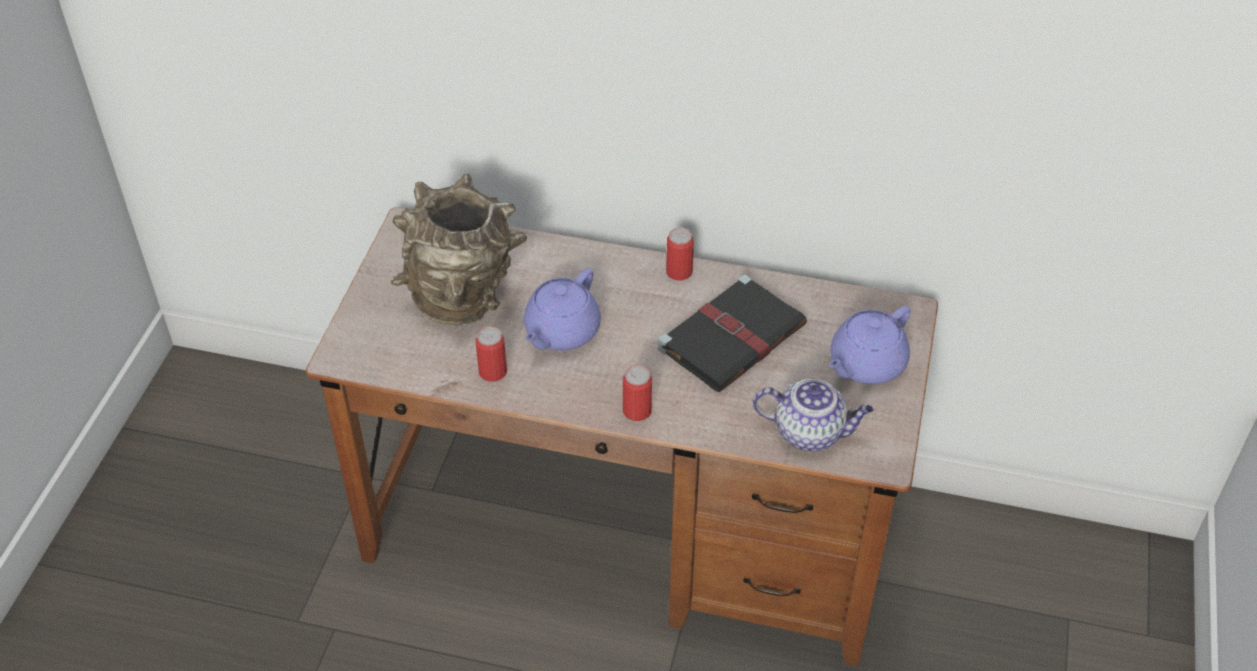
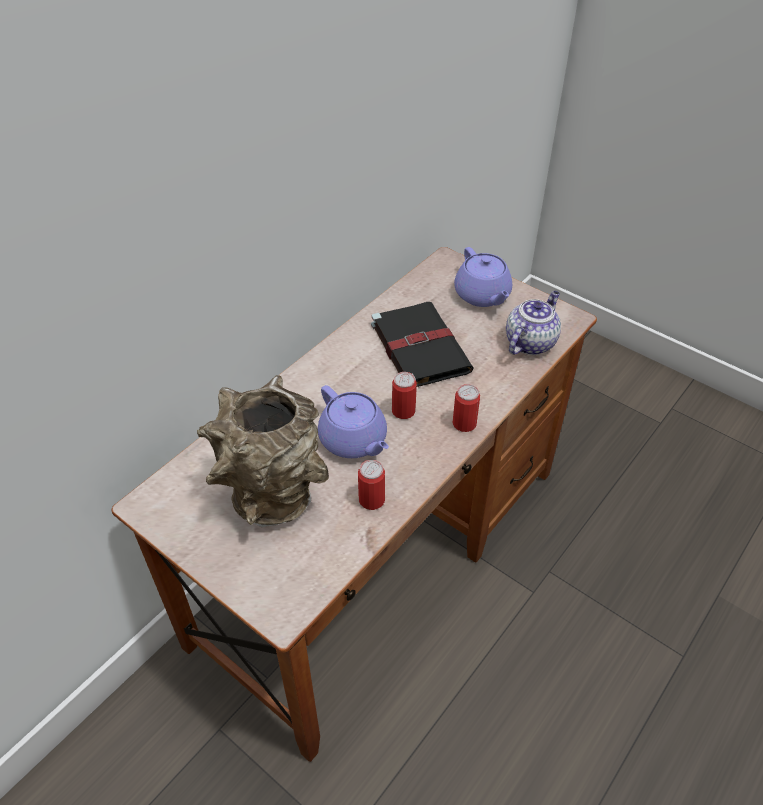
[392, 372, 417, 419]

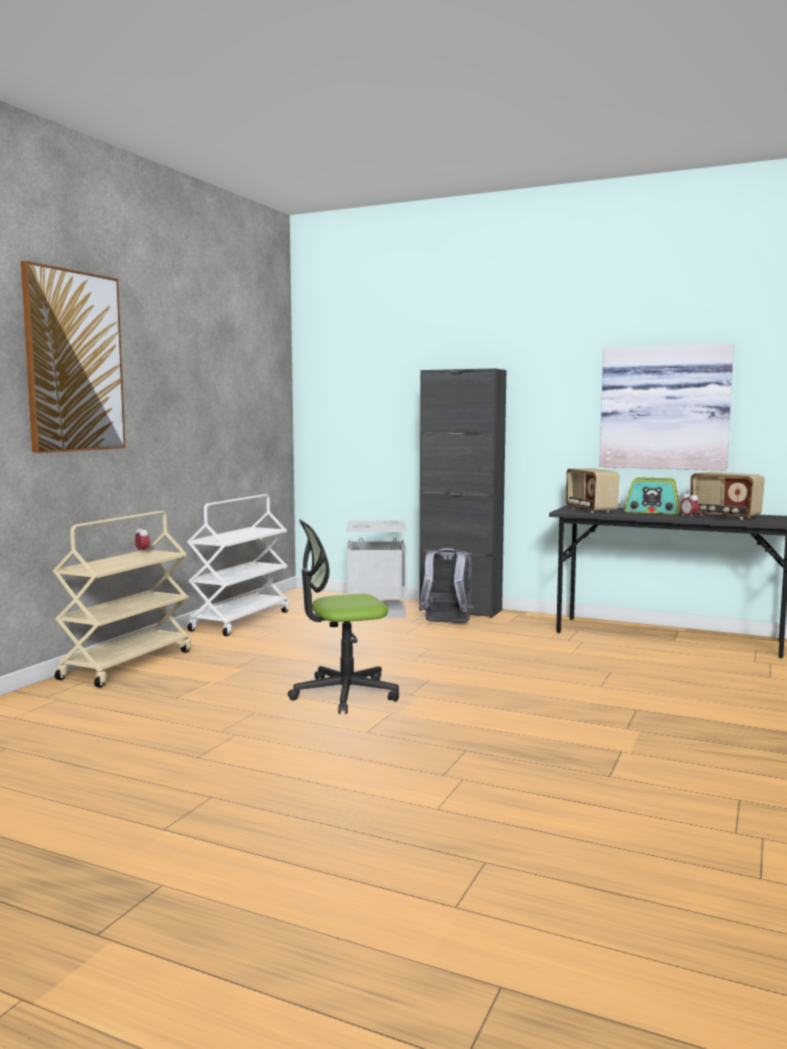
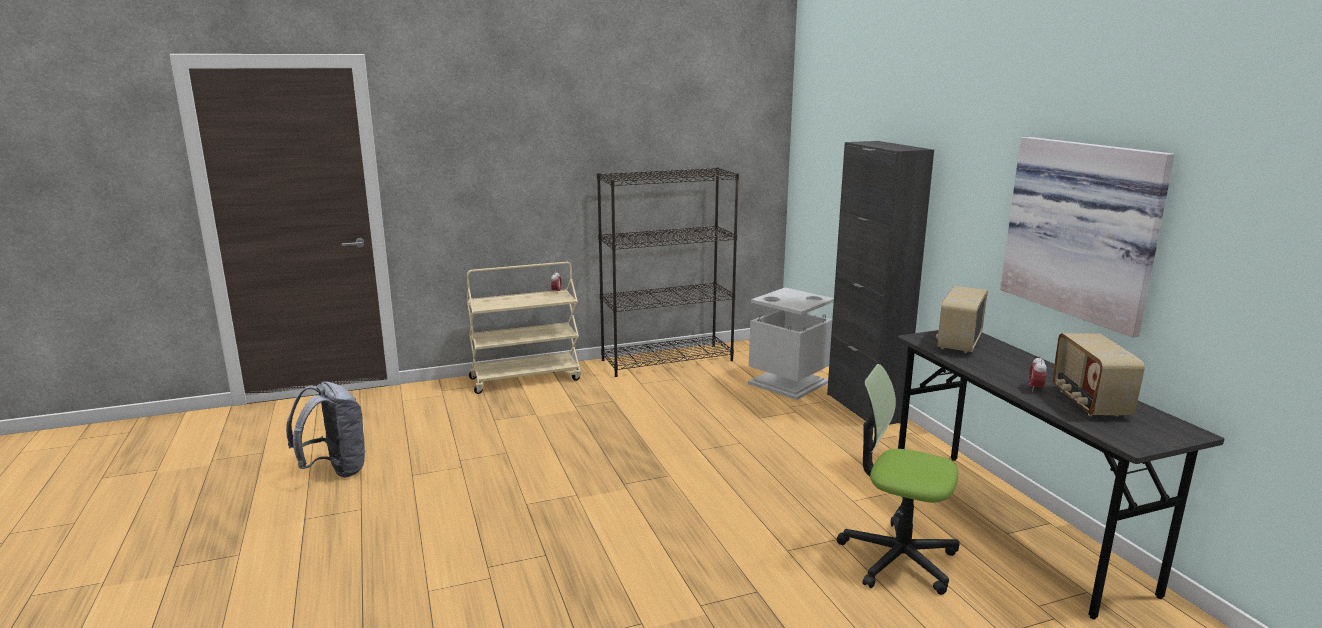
[21, 261, 126, 453] (first image)
[624, 477, 680, 514] (first image)
[597, 167, 739, 377]
[837, 364, 960, 595]
[286, 381, 366, 478]

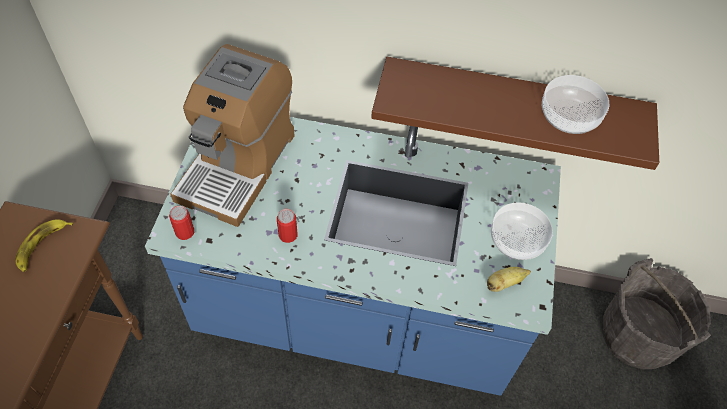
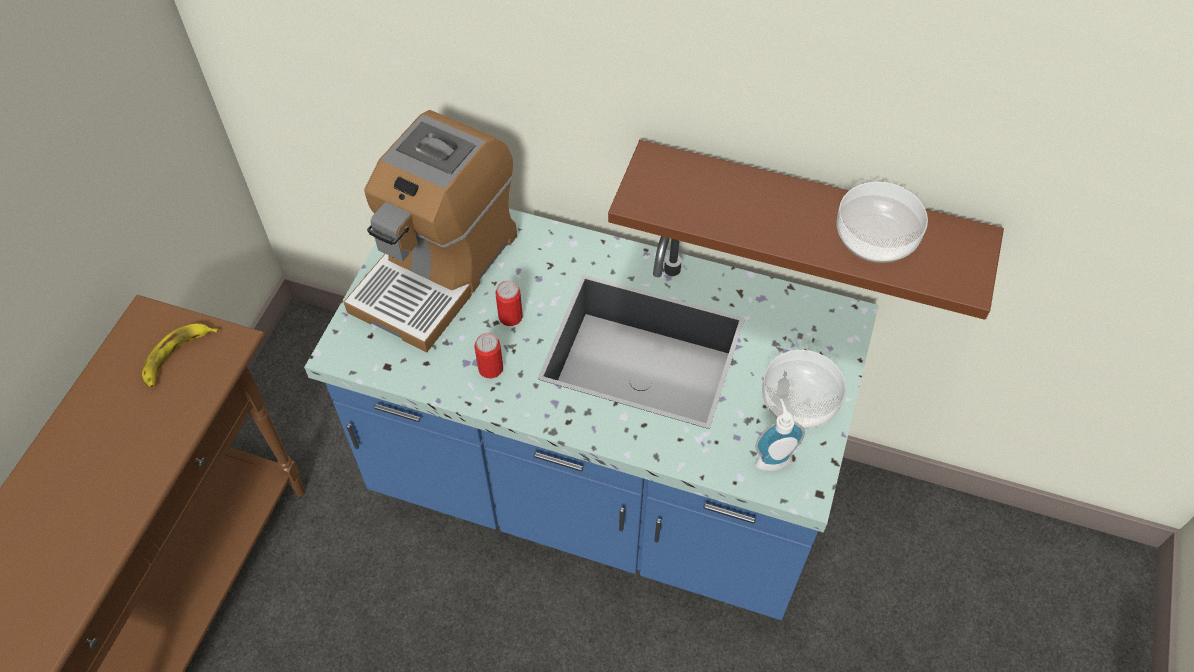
[495, 281, 523, 326]
[603, 258, 711, 369] (first image)
[755, 399, 805, 471]

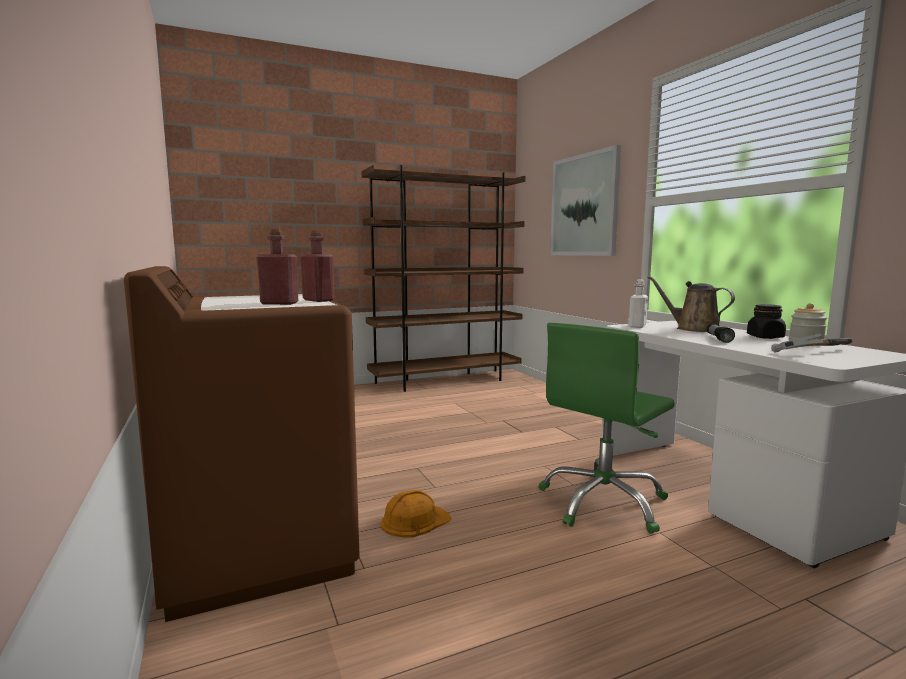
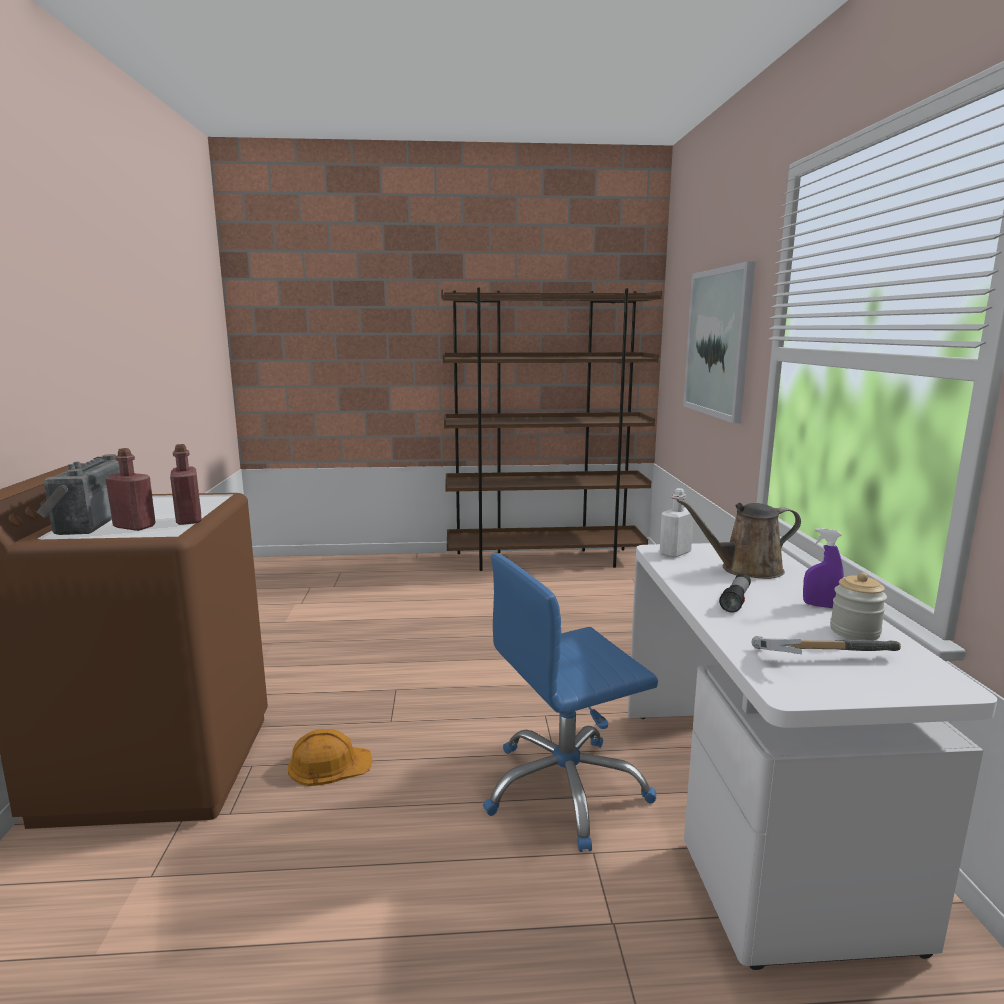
[677, 499, 801, 579]
[803, 528, 844, 608]
[483, 553, 658, 852]
[36, 454, 120, 535]

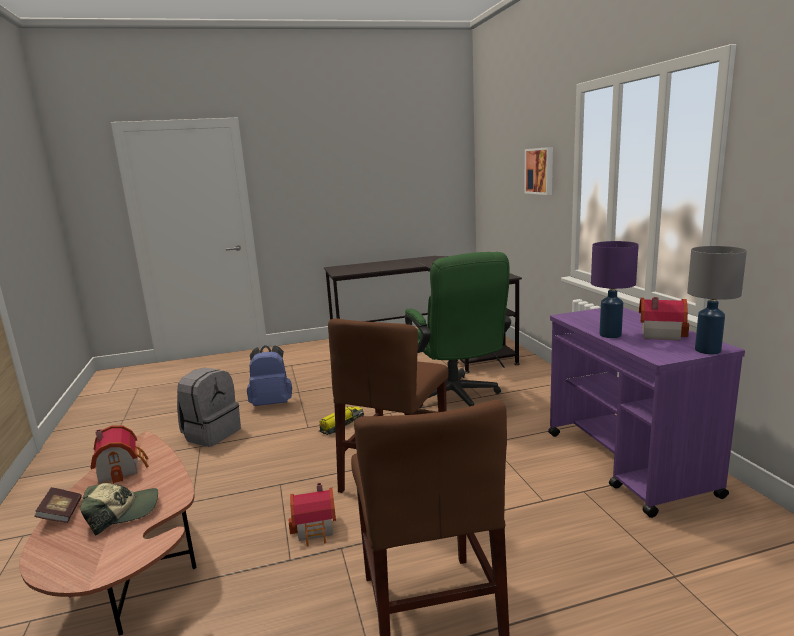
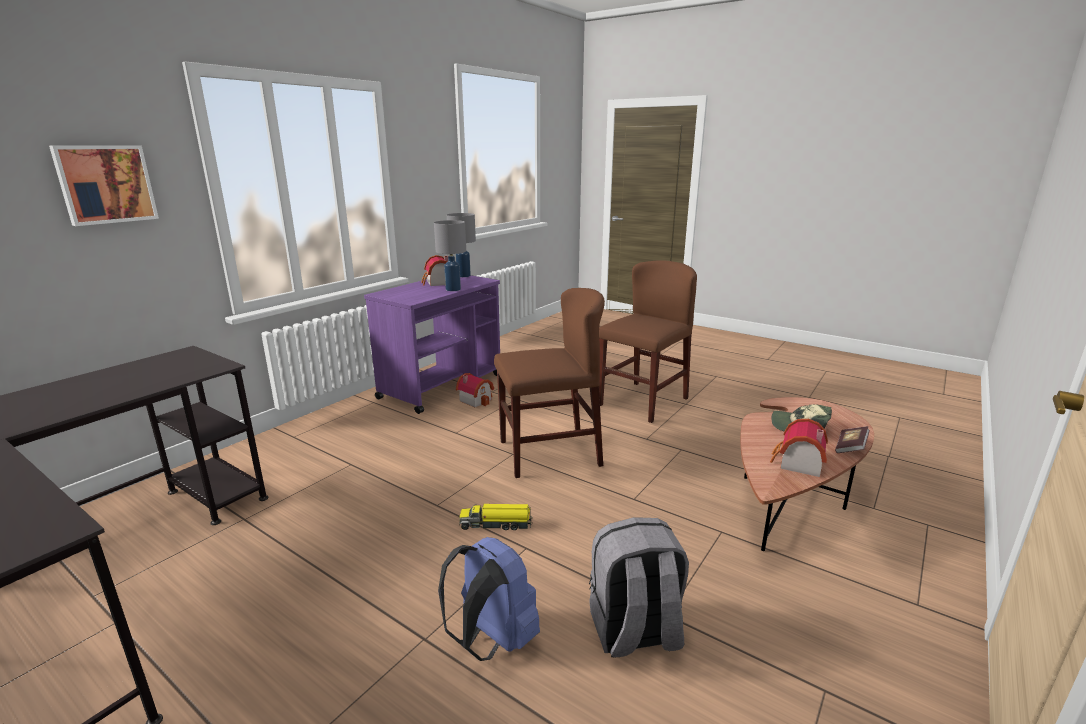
[434, 220, 466, 291]
[405, 252, 511, 408] (first image)
[456, 373, 494, 407]

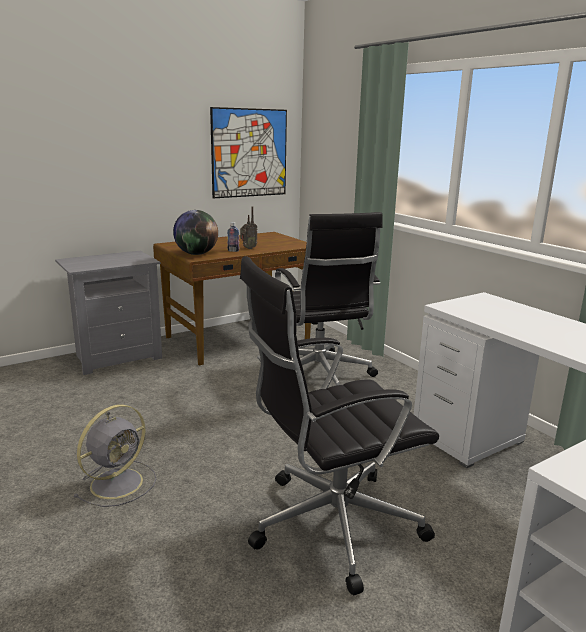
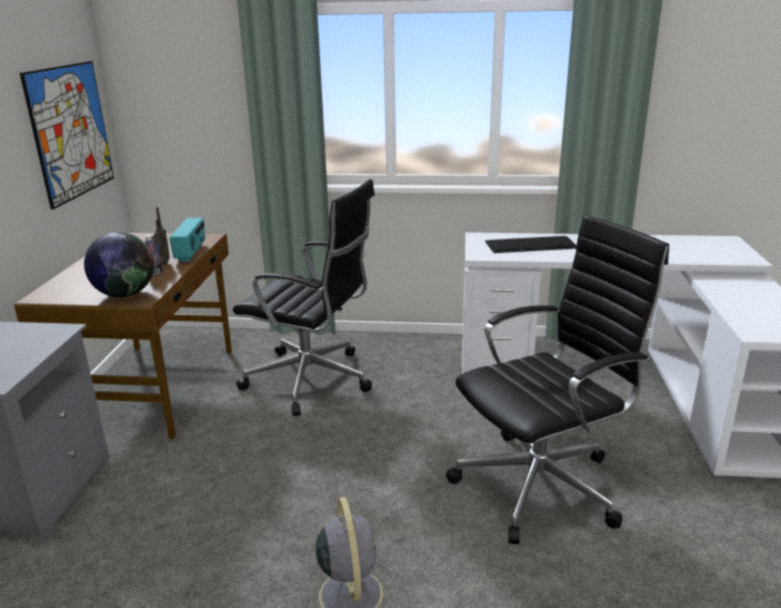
[446, 215, 669, 544]
[169, 218, 205, 262]
[485, 236, 577, 253]

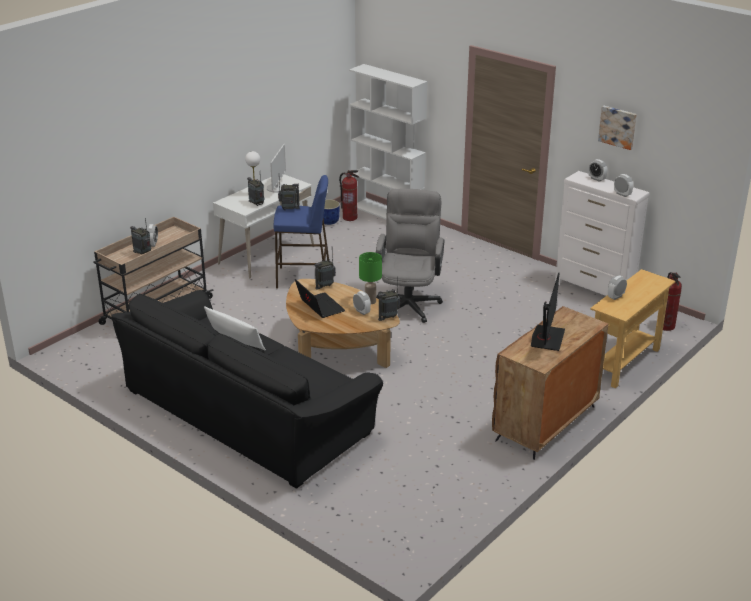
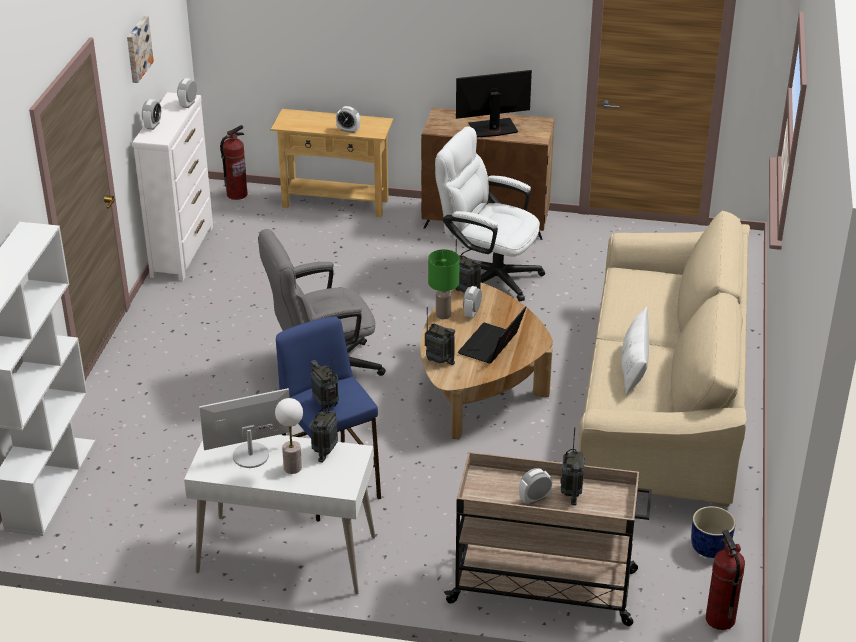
[706, 529, 745, 630]
[691, 506, 736, 558]
[578, 210, 750, 507]
[435, 126, 545, 302]

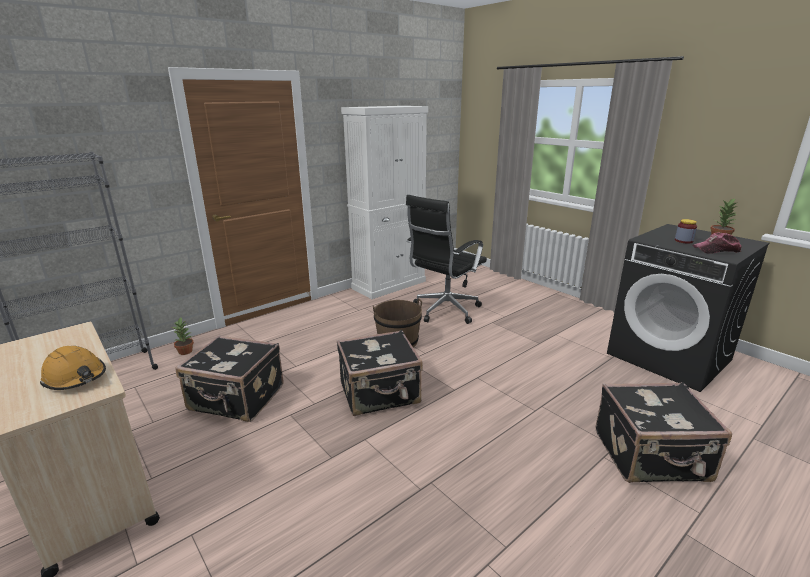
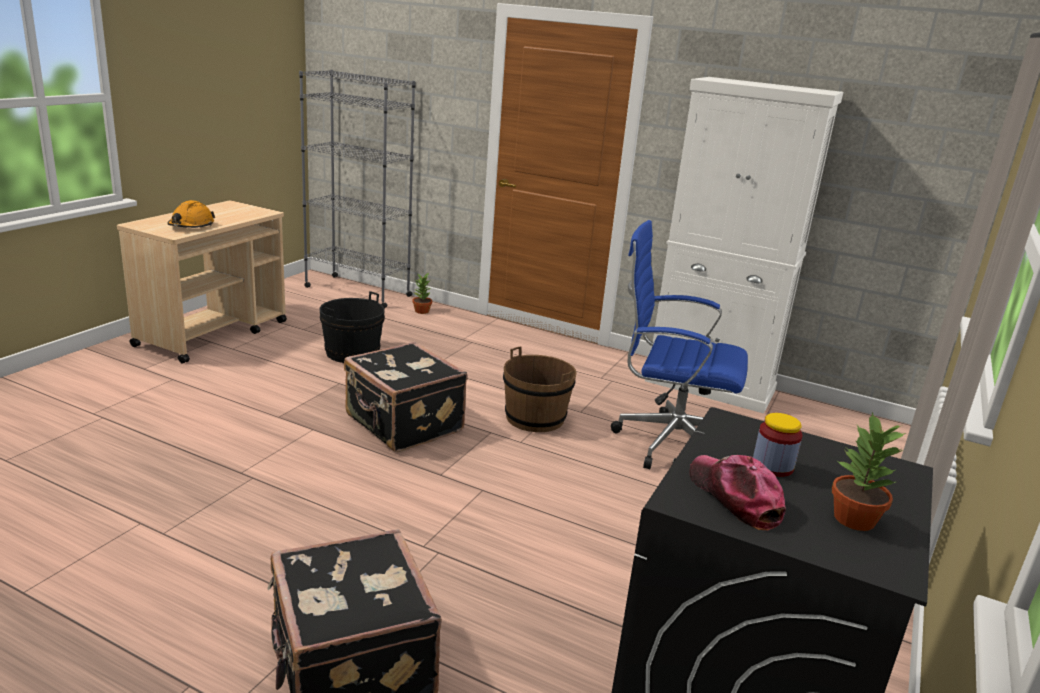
[611, 220, 748, 469]
[319, 291, 385, 363]

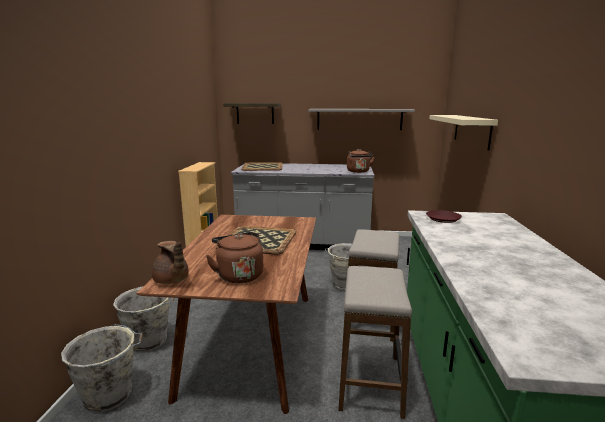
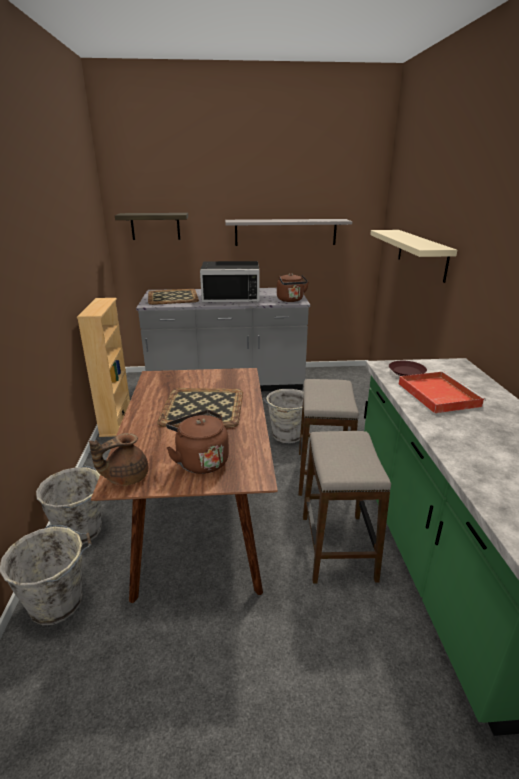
[89, 433, 148, 486]
[200, 261, 259, 303]
[399, 371, 486, 413]

